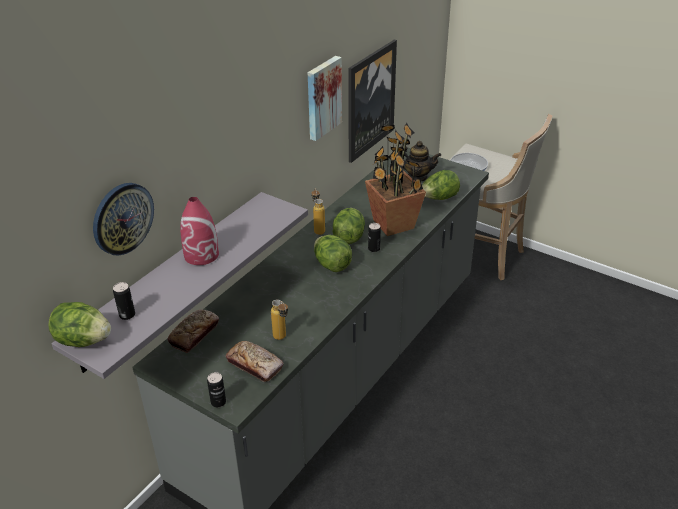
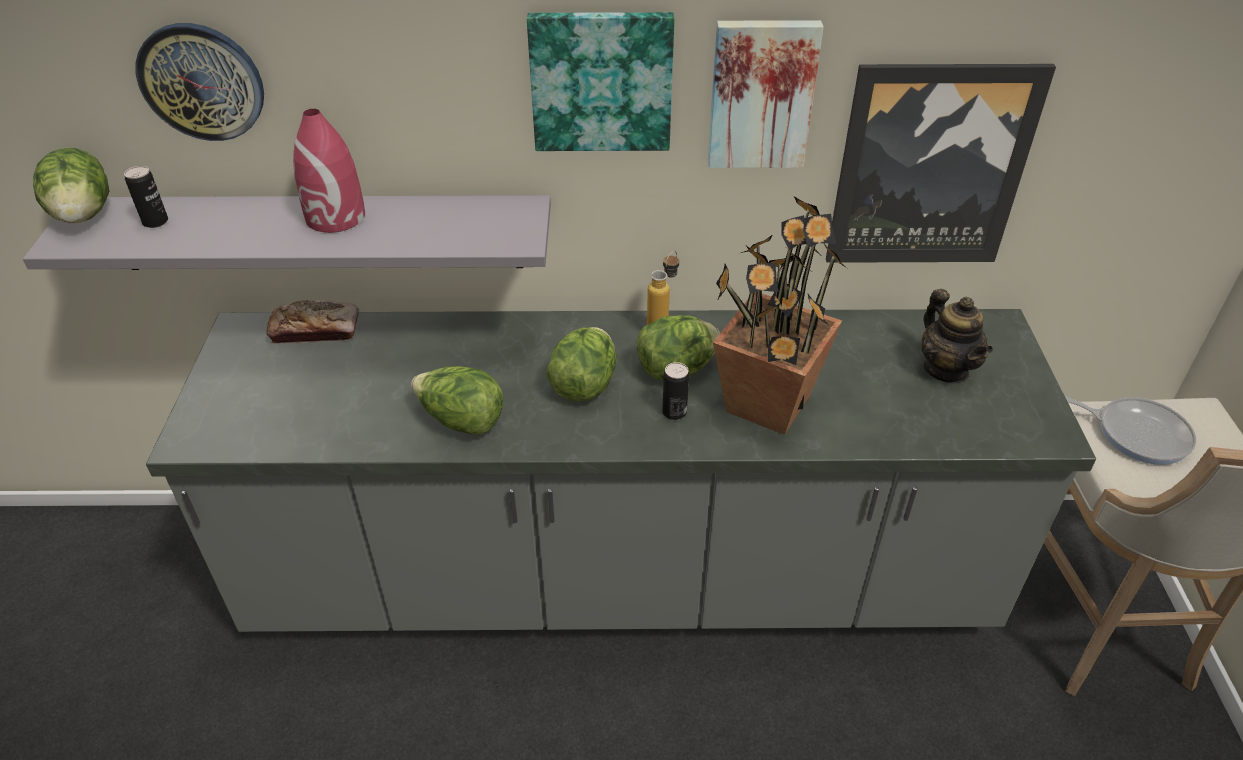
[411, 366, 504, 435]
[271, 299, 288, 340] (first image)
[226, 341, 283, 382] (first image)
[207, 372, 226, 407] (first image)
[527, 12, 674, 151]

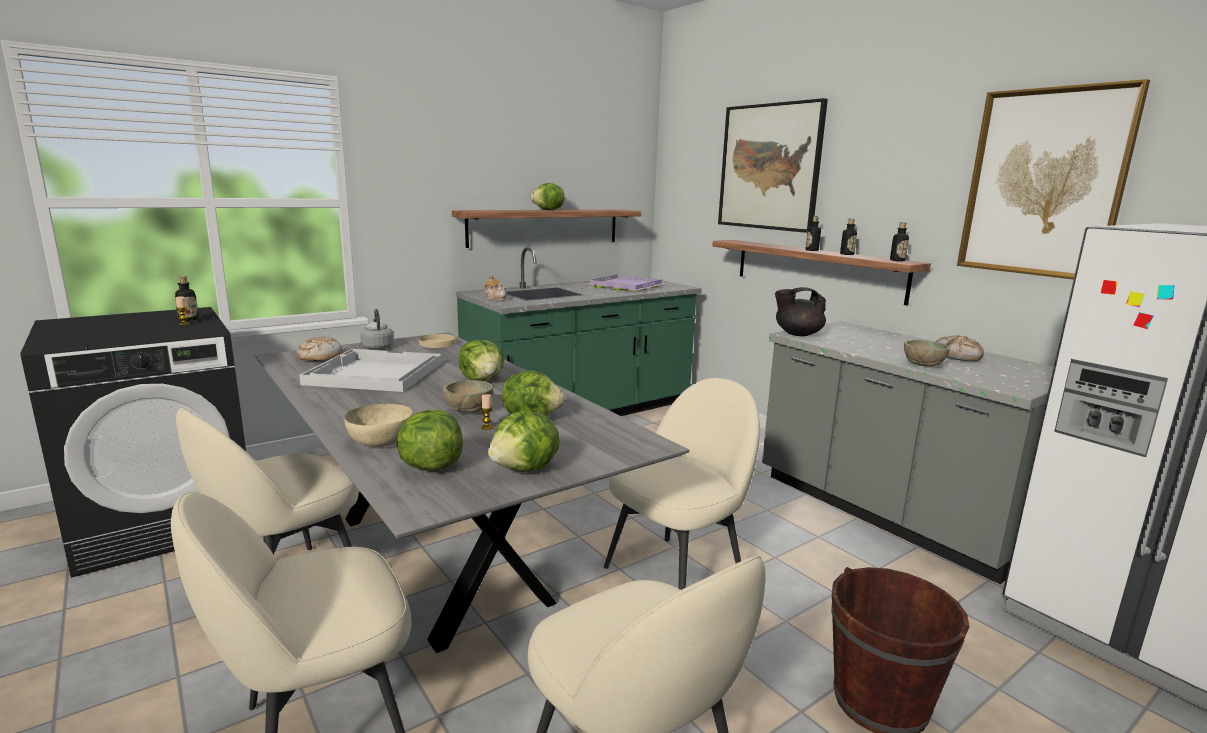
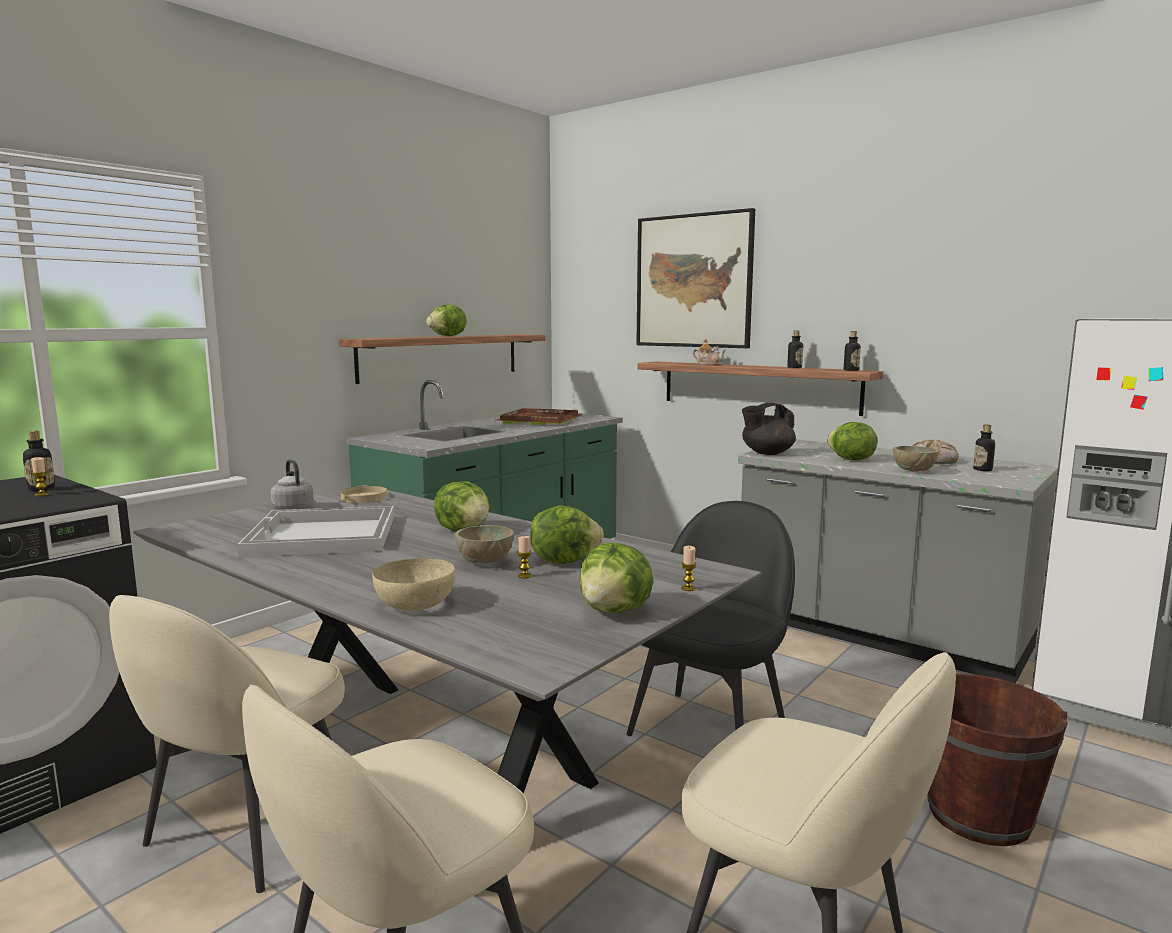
[957, 79, 1150, 280] (first image)
[973, 425, 995, 471]
[497, 408, 583, 425]
[693, 338, 726, 365]
[297, 337, 343, 361] (first image)
[627, 501, 795, 736]
[827, 422, 877, 460]
[681, 546, 697, 591]

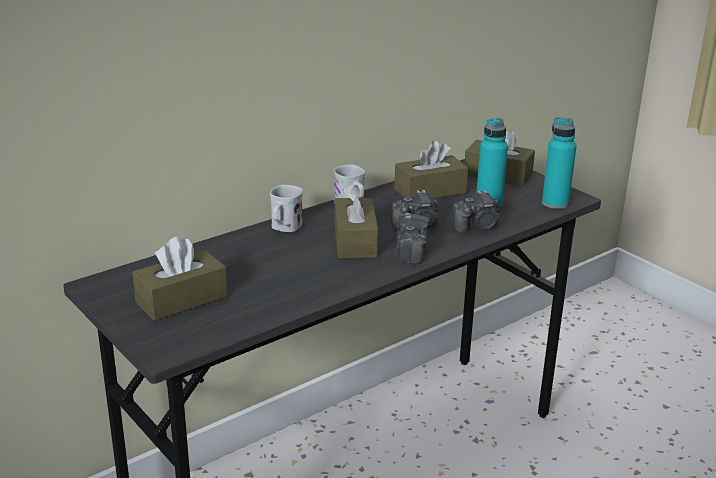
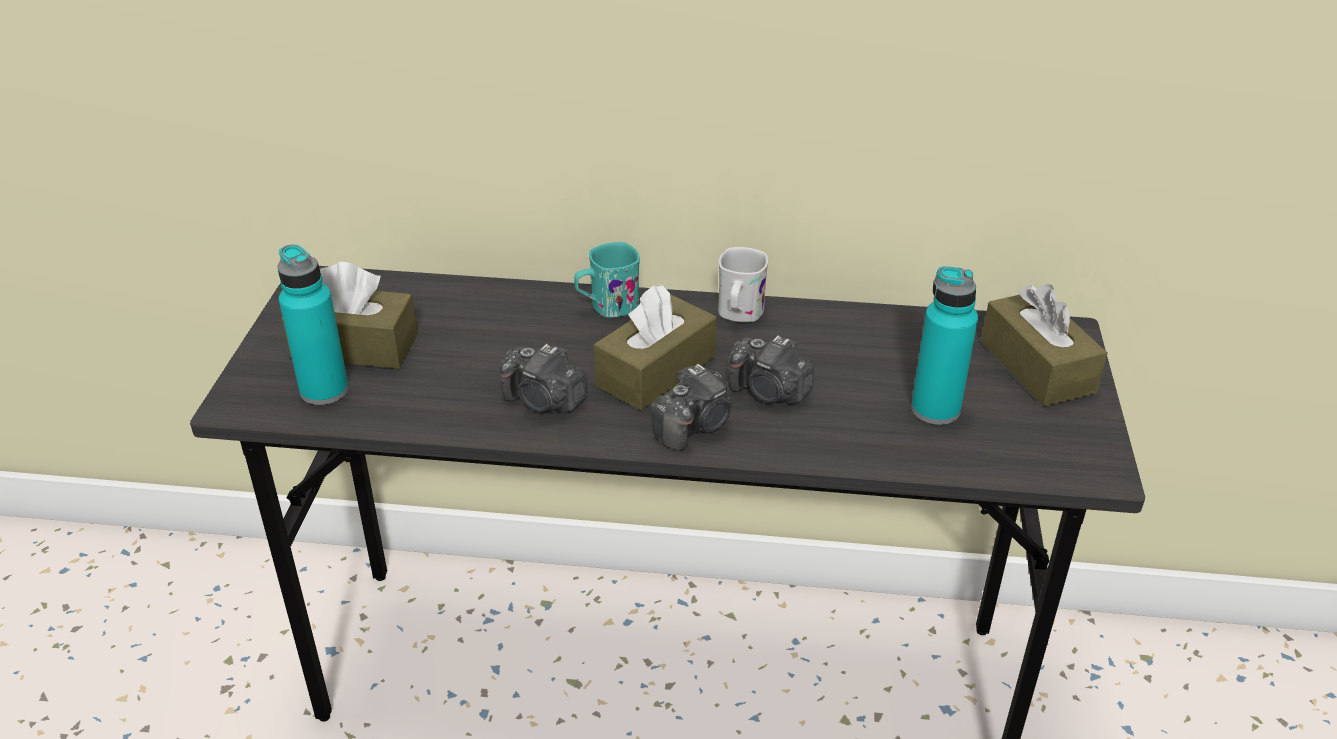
[277, 244, 349, 405]
[394, 140, 468, 198] (first image)
[574, 242, 640, 318]
[500, 344, 587, 413]

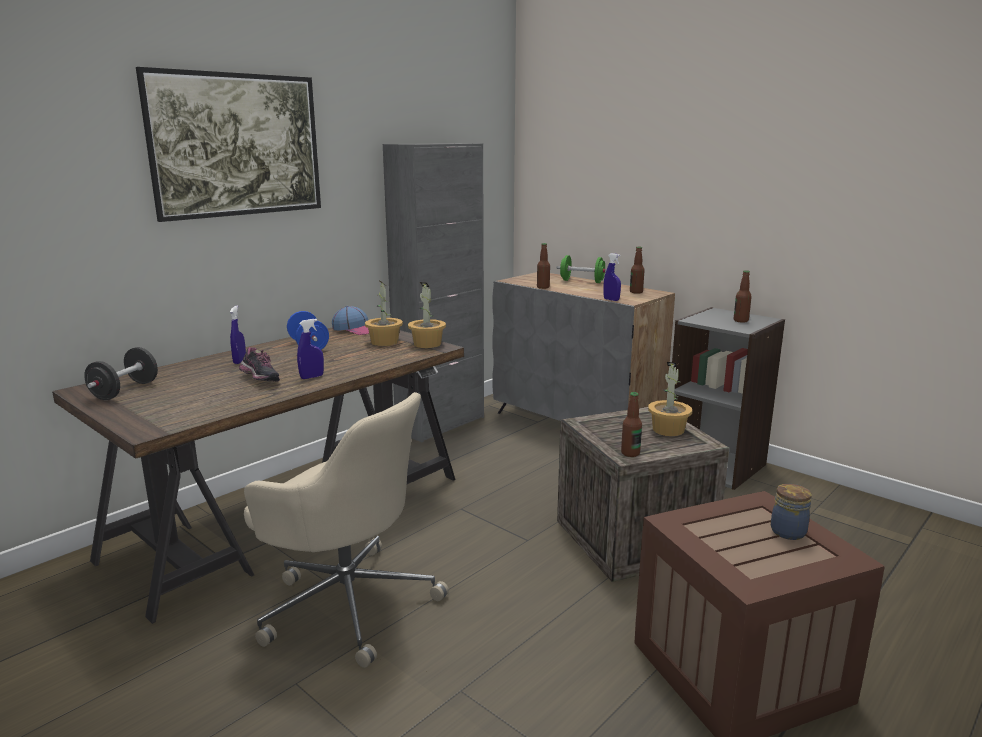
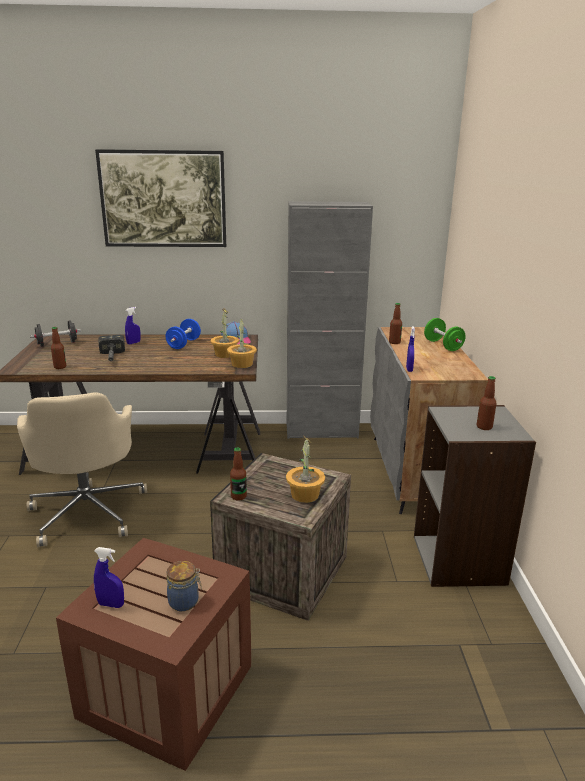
[51, 327, 66, 369]
[94, 547, 124, 608]
[98, 335, 125, 361]

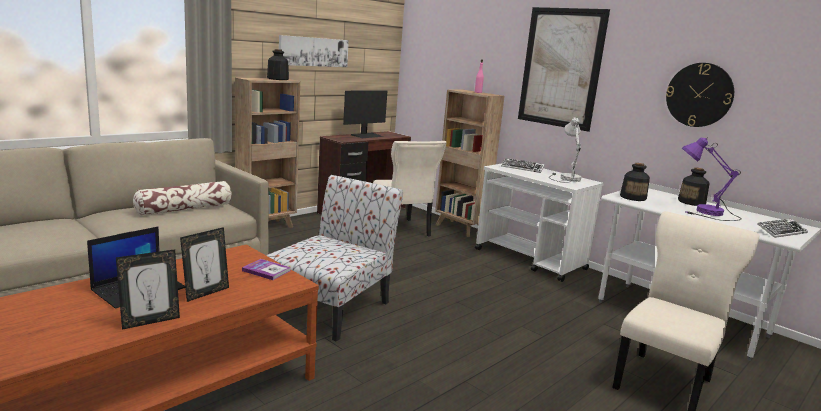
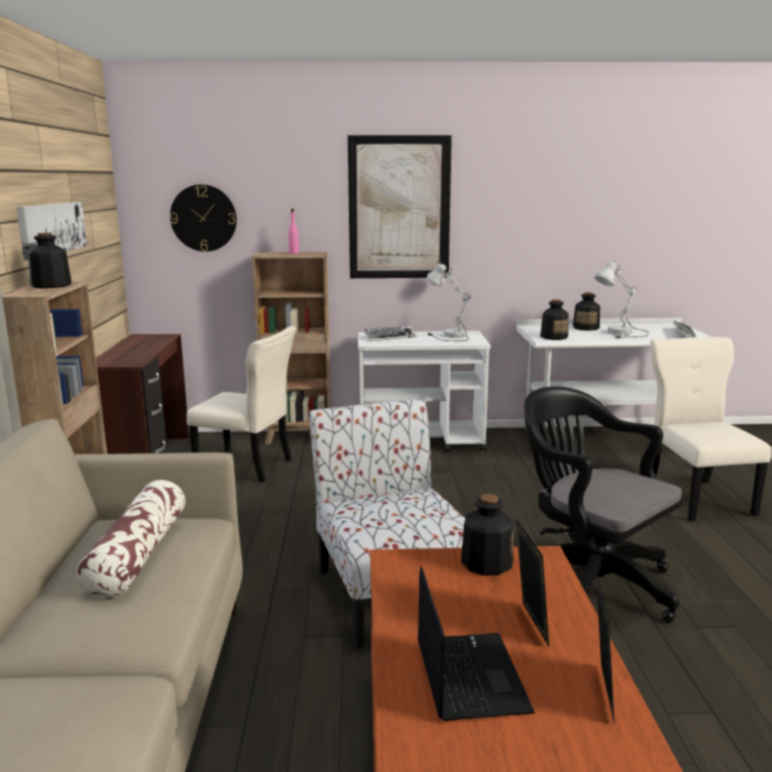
[170, 184, 237, 252]
[343, 90, 387, 138] (first image)
[594, 262, 649, 339]
[461, 494, 513, 576]
[524, 386, 684, 623]

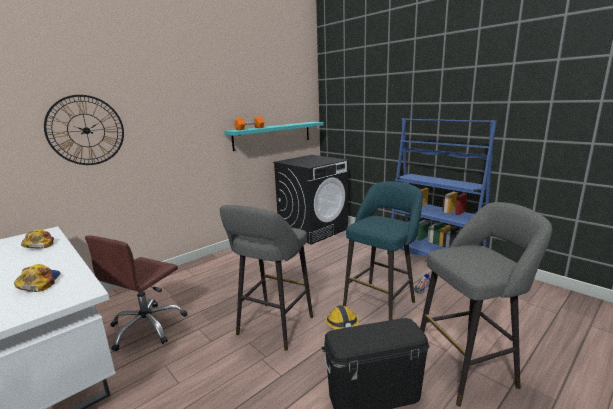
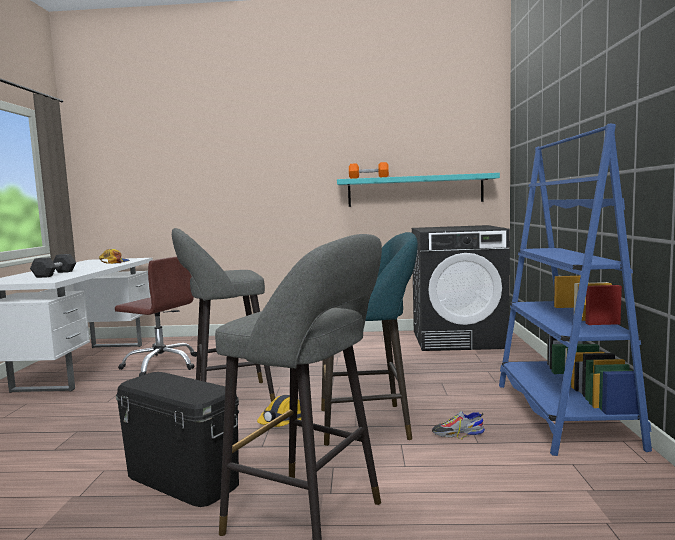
[44, 95, 124, 165] (first image)
[115, 256, 197, 376]
[30, 254, 76, 278]

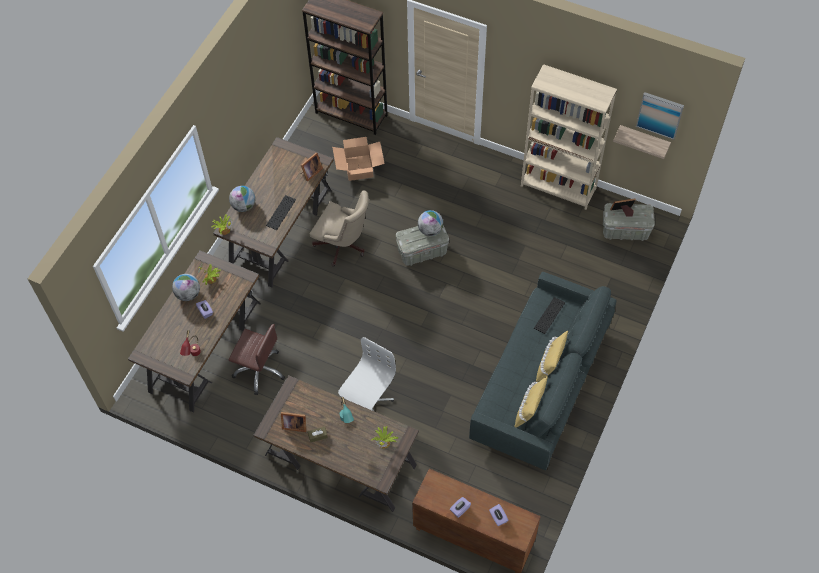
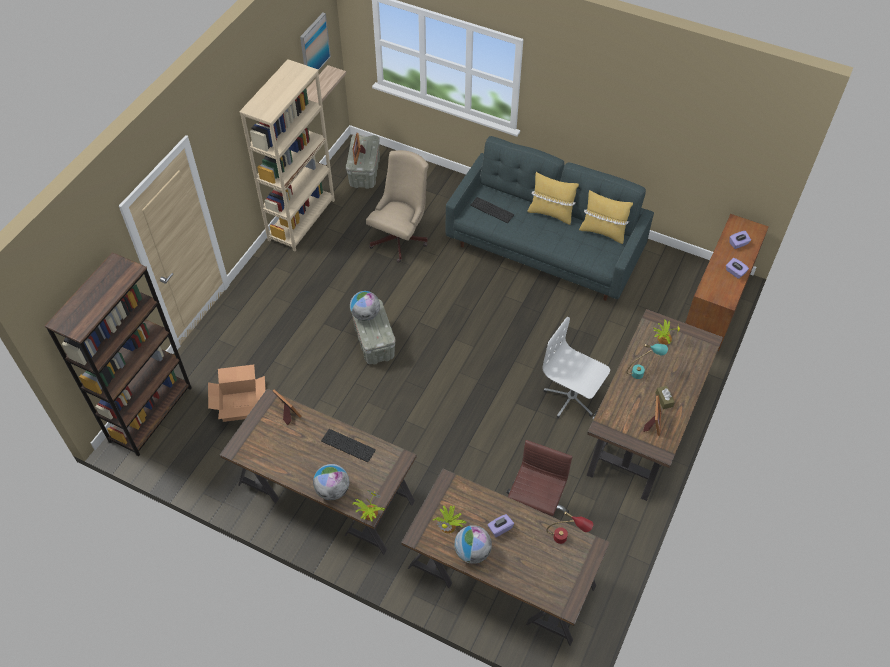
[366, 150, 429, 263]

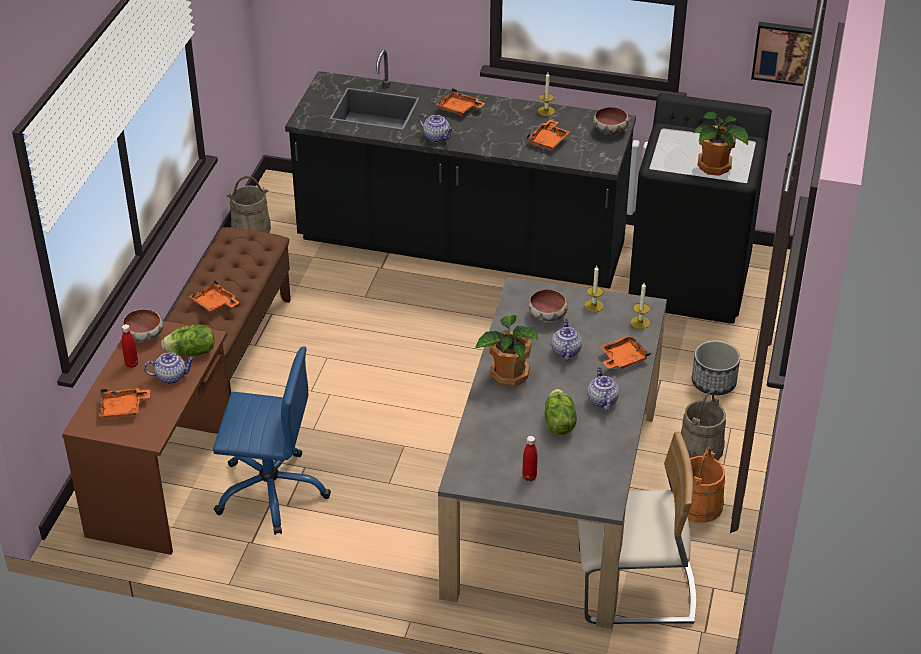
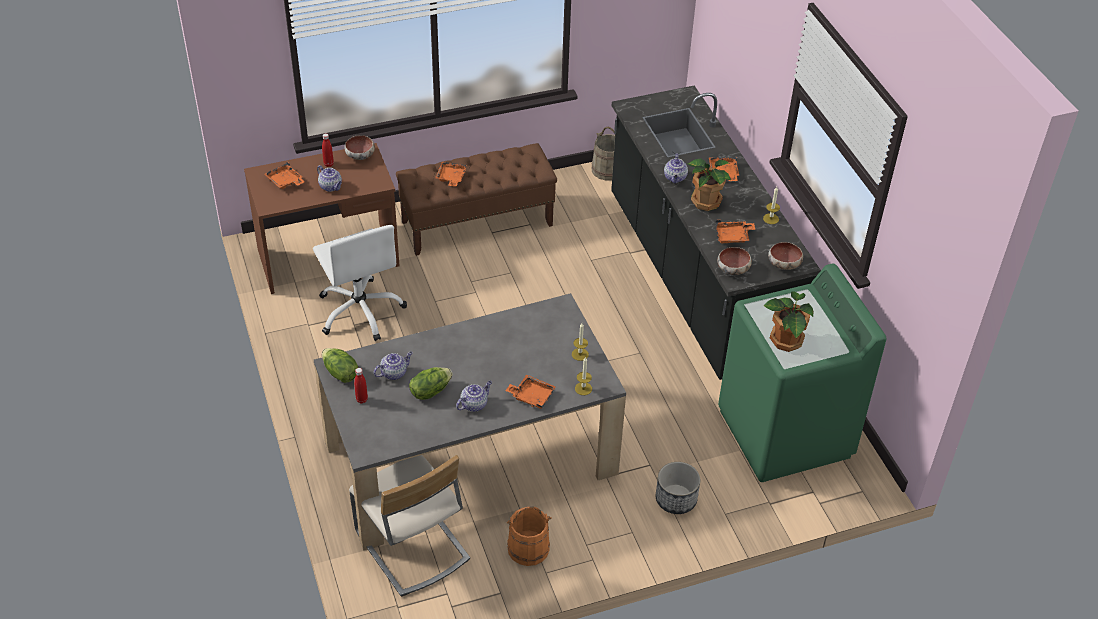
[751, 22, 823, 87] (first image)
[718, 263, 886, 482]
[717, 247, 752, 275]
[688, 159, 731, 211]
[373, 352, 413, 380]
[322, 348, 358, 383]
[313, 225, 407, 341]
[681, 391, 726, 461] (first image)

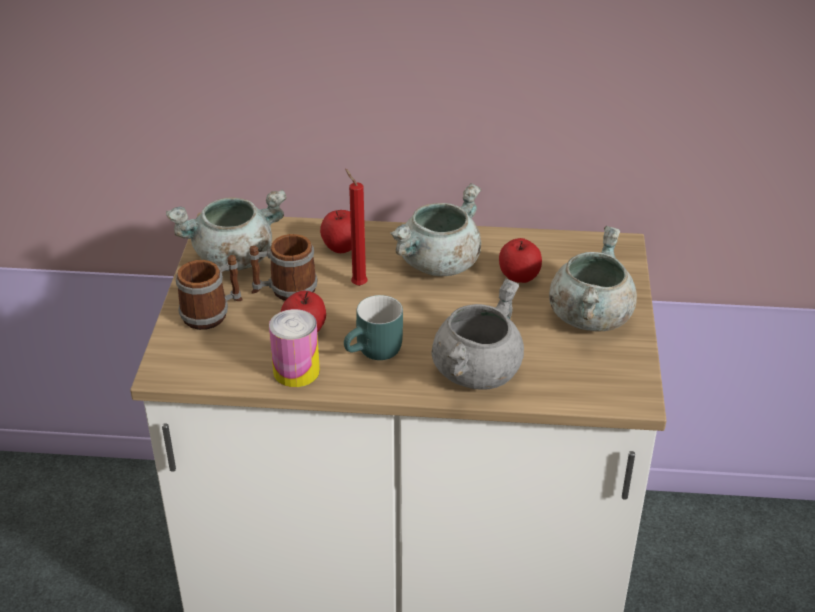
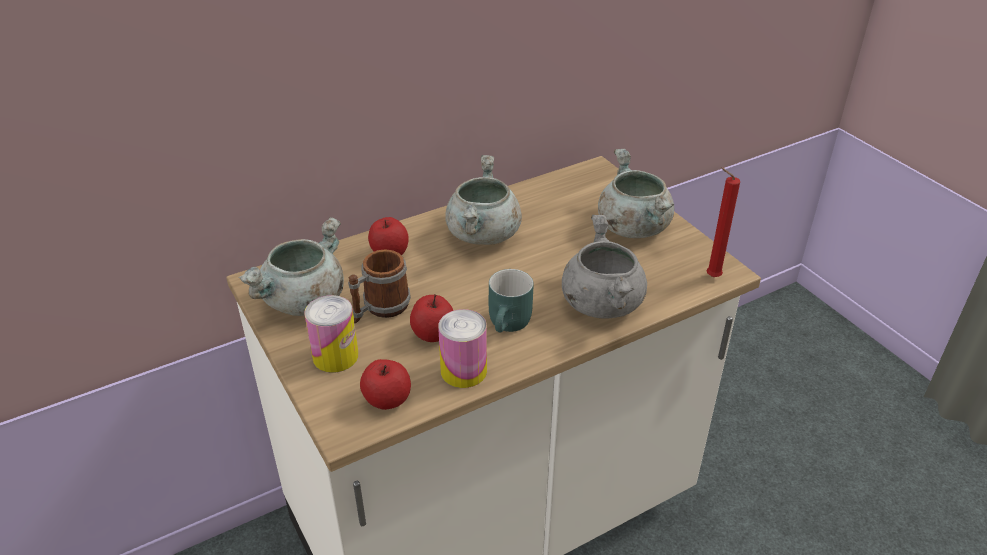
[707, 167, 740, 277]
[360, 359, 411, 410]
[304, 295, 359, 373]

